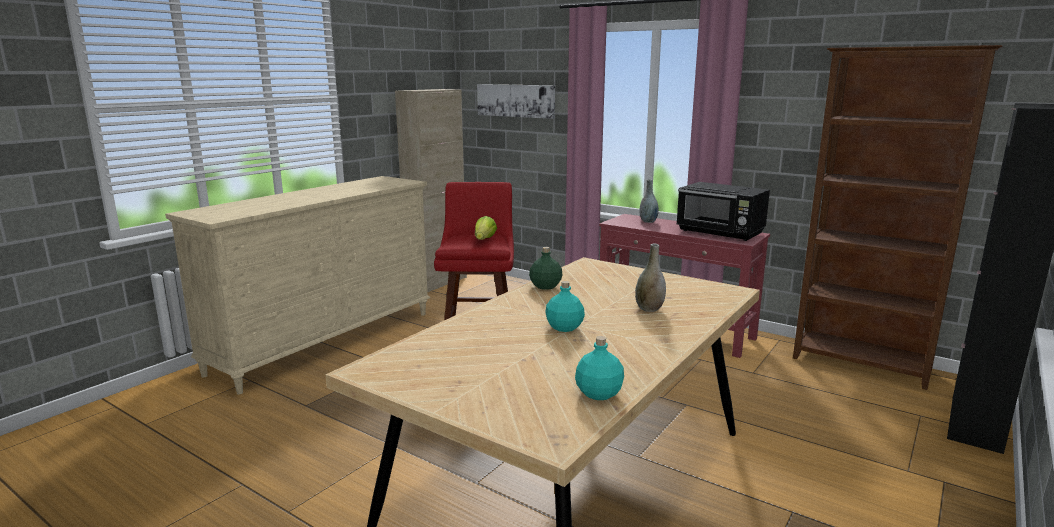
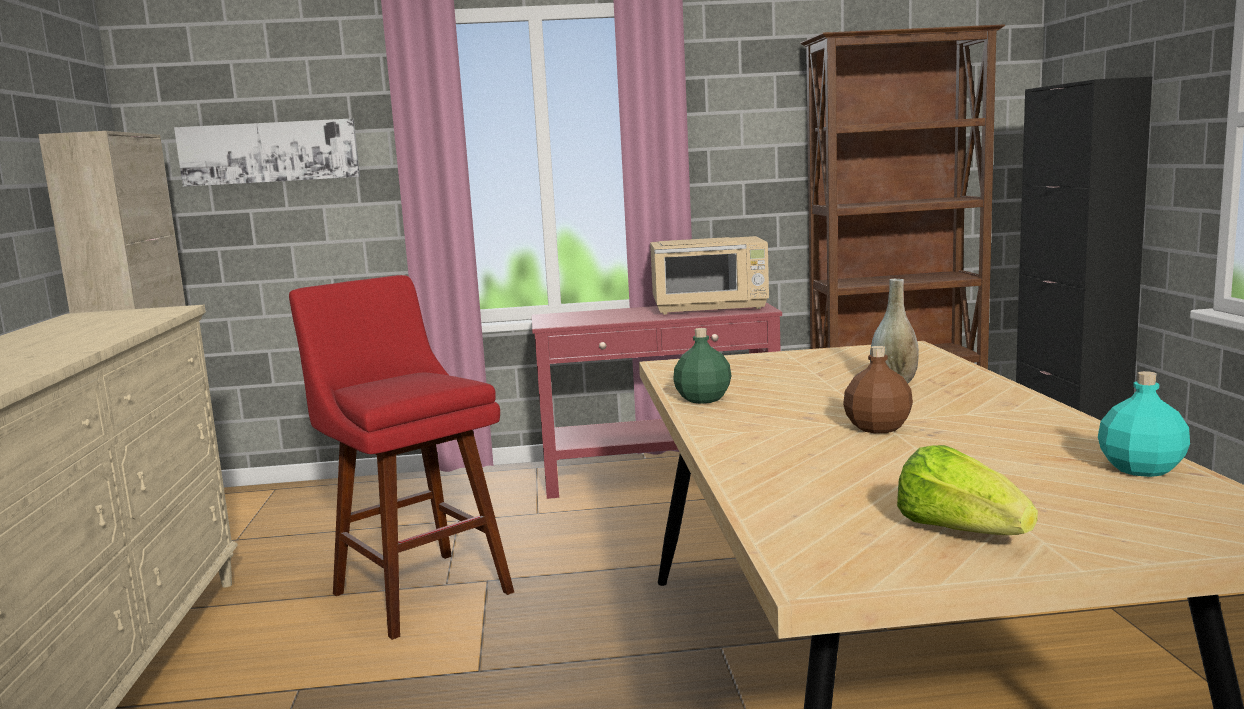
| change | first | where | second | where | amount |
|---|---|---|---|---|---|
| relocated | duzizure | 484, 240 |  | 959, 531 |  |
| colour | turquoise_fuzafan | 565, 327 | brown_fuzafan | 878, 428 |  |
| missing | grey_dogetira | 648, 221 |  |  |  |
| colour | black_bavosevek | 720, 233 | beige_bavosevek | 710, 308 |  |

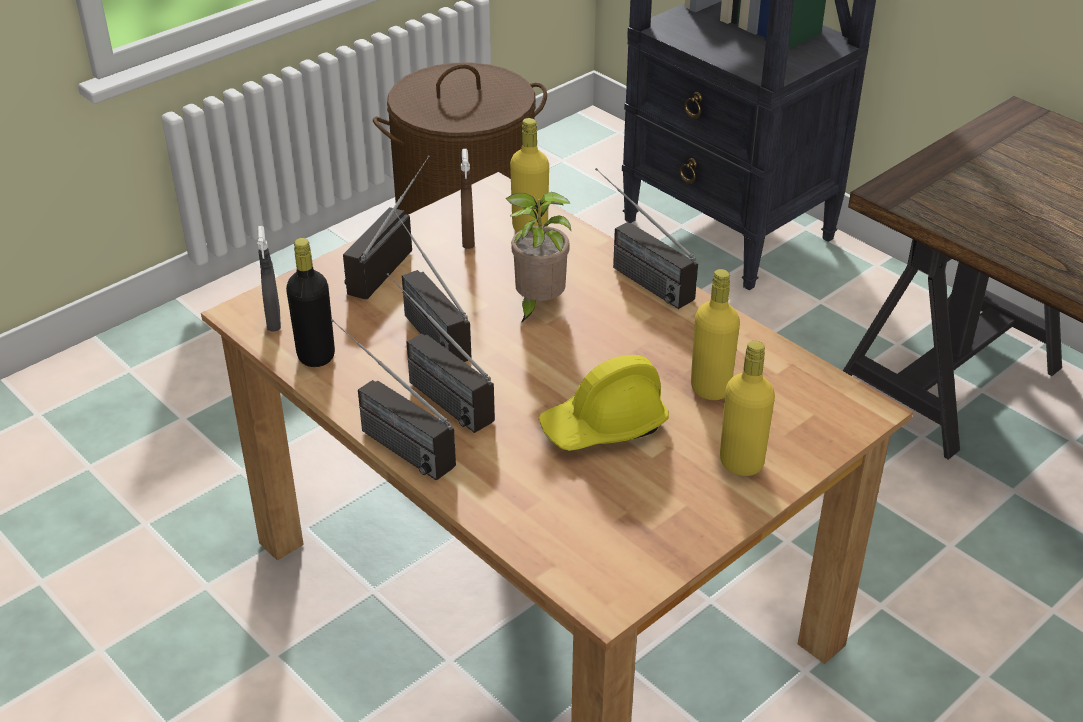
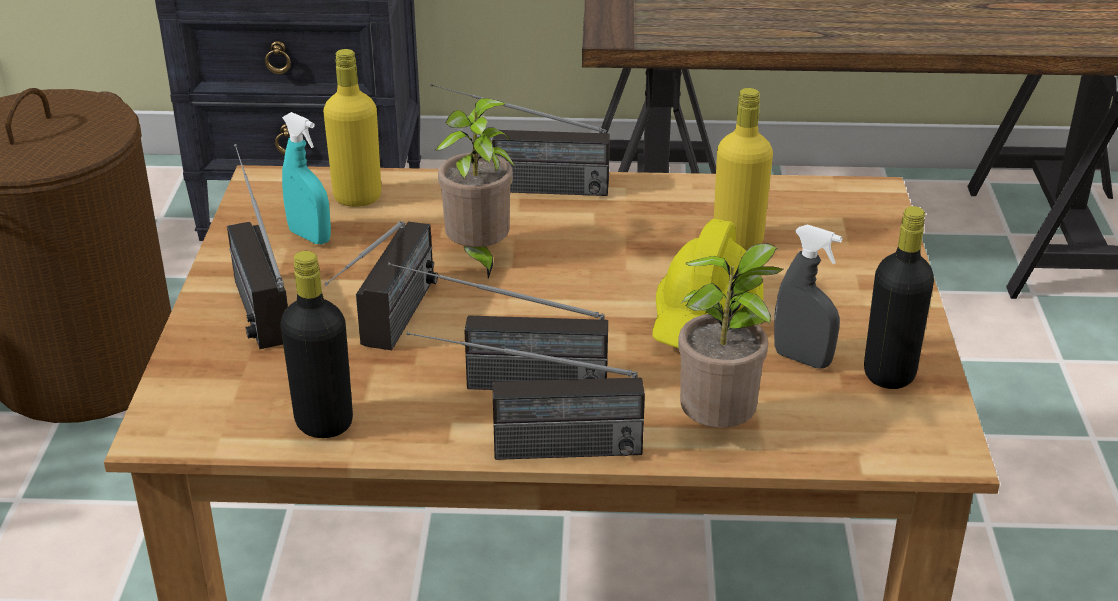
| change | first | where | second | where | amount |
|---|---|---|---|---|---|
| relocated | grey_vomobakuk | 274, 321 |  | 802, 359 |  |
| spun | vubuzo | 422, 324 |  | 390, 332 | 90 degrees counterclockwise |
| colour | brown_vomobakuk | 468, 240 | turquoise_vomobakuk | 310, 236 |  |
| missing | yellow_fuzafan | 741, 463 |  |  |  |
| appeared |  |  | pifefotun | 721, 428 |  |
| appeared |  |  | black_fuzafan | 889, 374 |  |

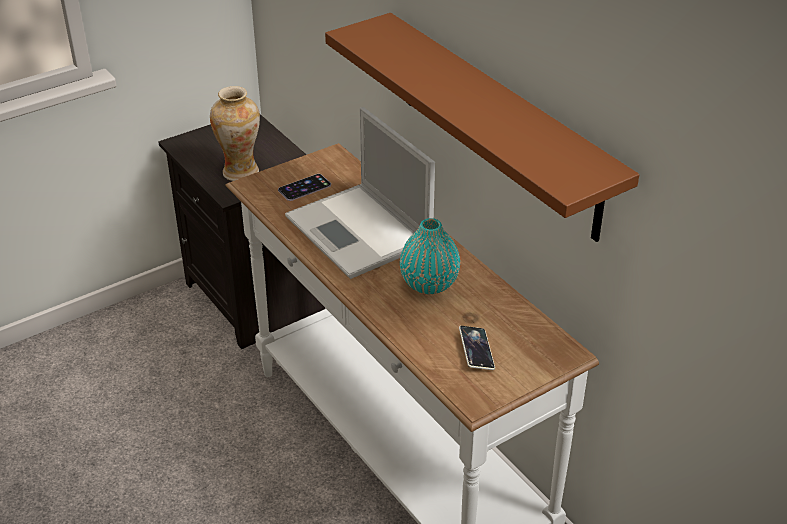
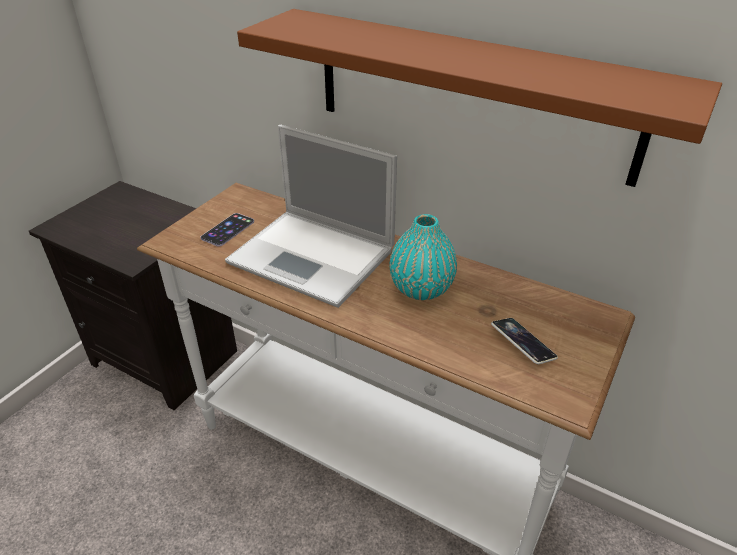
| change | first | where | second | where | amount |
|---|---|---|---|---|---|
| missing | dogetira | 240, 172 |  |  |  |

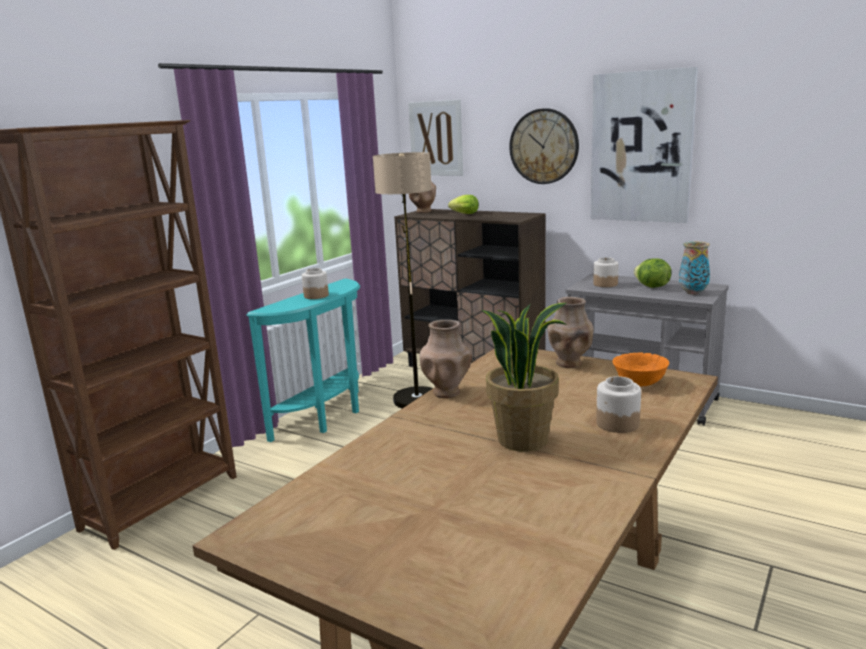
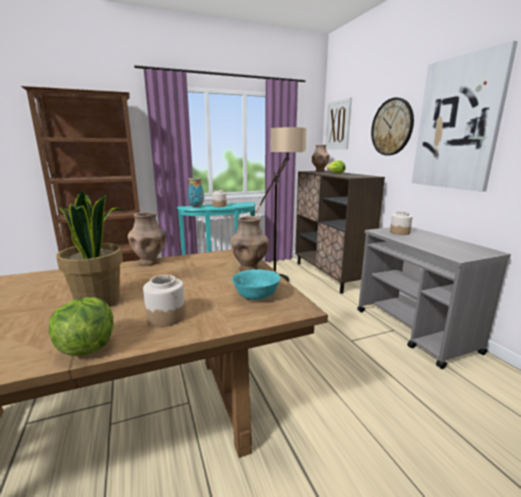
| change | first | where | second | where | amount |
|---|---|---|---|---|---|
| colour | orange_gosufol | 639, 383 | turquoise_gosufol | 255, 296 |  |
| relocated | duzizure | 651, 287 |  | 87, 347 |  |
| relocated | dogetira | 693, 293 |  | 196, 207 |  |

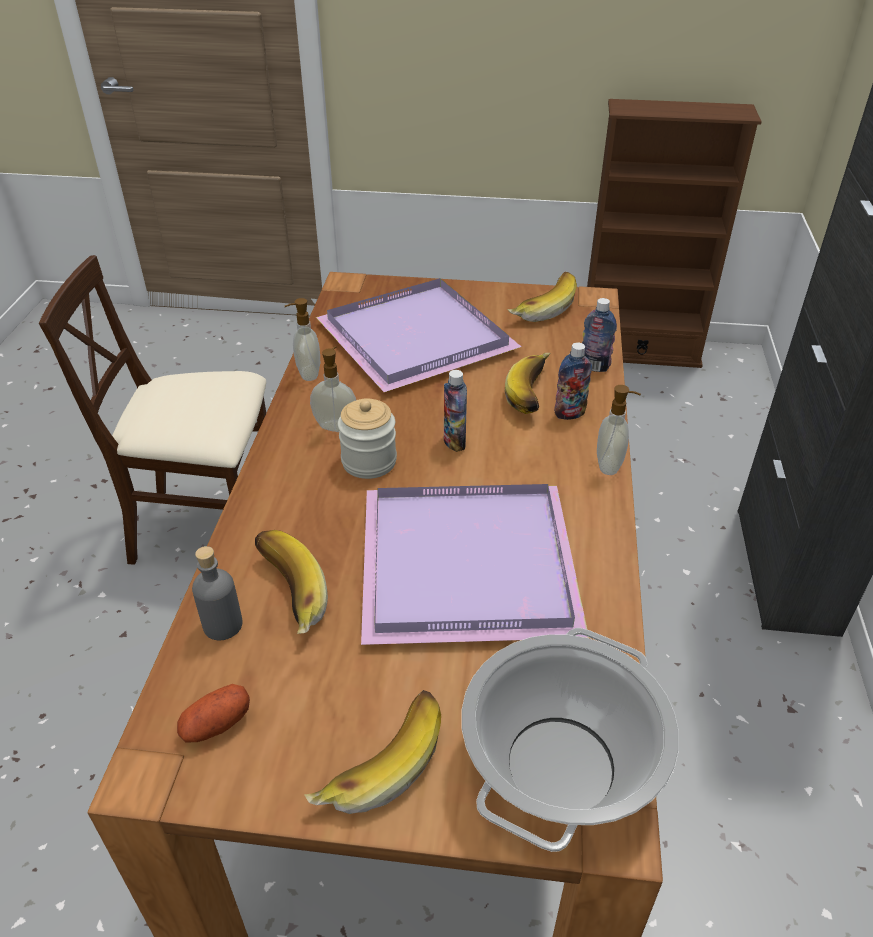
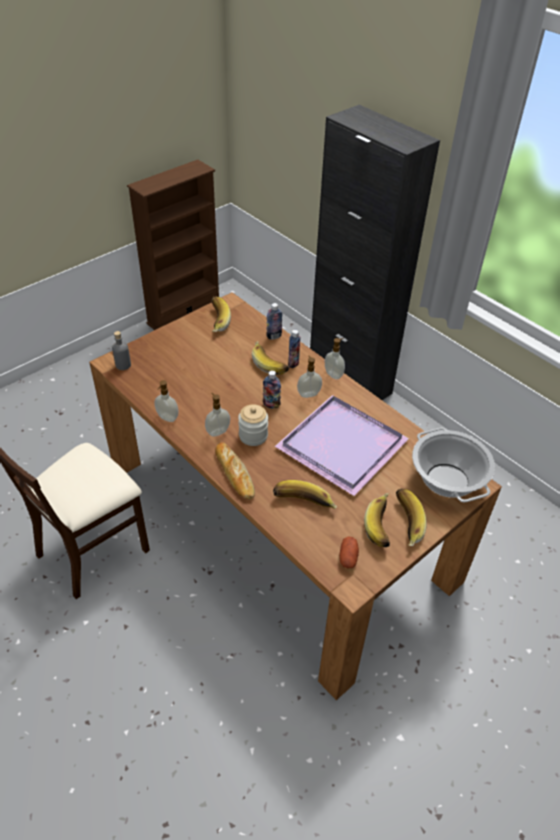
| change | first | where | second | where | amount |
|---|---|---|---|---|---|
| relocated | grey_fuzafan | 223, 625 |  | 123, 365 |  |
| missing | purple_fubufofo | 412, 337 |  |  |  |
| appeared |  |  | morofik | 234, 473 |  |
| appeared |  |  | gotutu | 308, 394 |  |
| appeared |  |  | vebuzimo | 383, 526 |  |

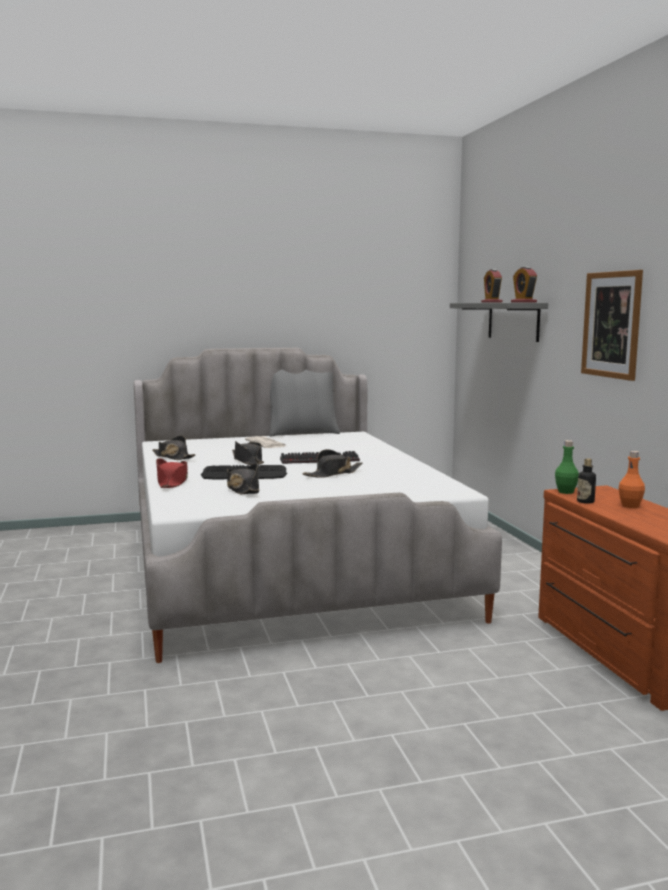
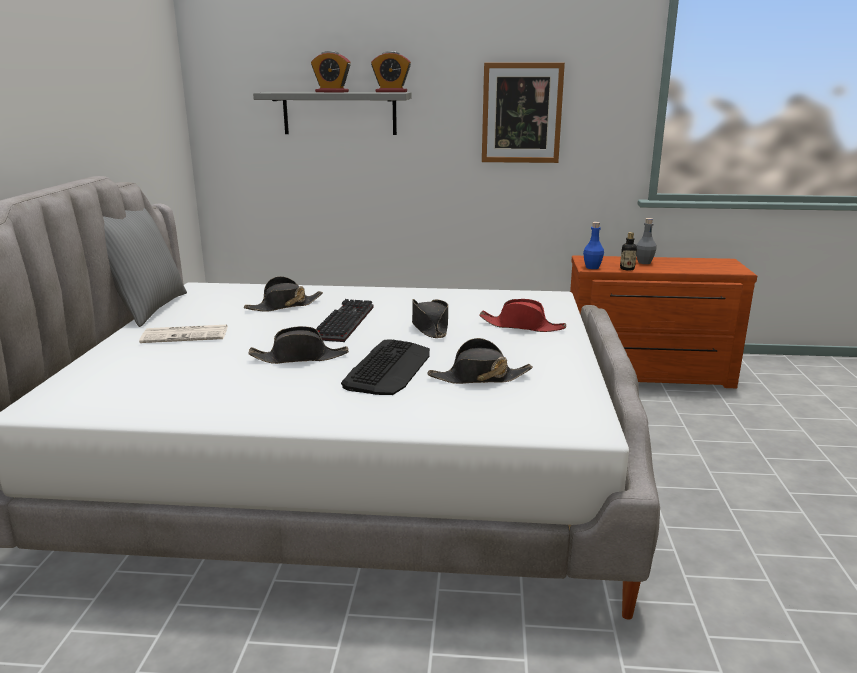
| change | first | where | second | where | amount |
|---|---|---|---|---|---|
| relocated | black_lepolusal | 173, 457 |  | 284, 306 |  |
| relocated | red_lepolusal | 172, 482 |  | 522, 326 |  |
| colour | green_fuzafan | 565, 492 | blue_fuzafan | 592, 267 |  |
| colour | orange_fuzafan | 630, 506 | grey_fuzafan | 644, 262 |  |

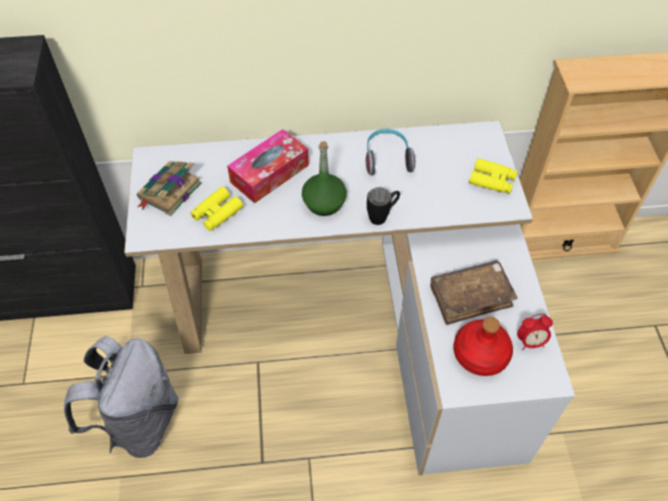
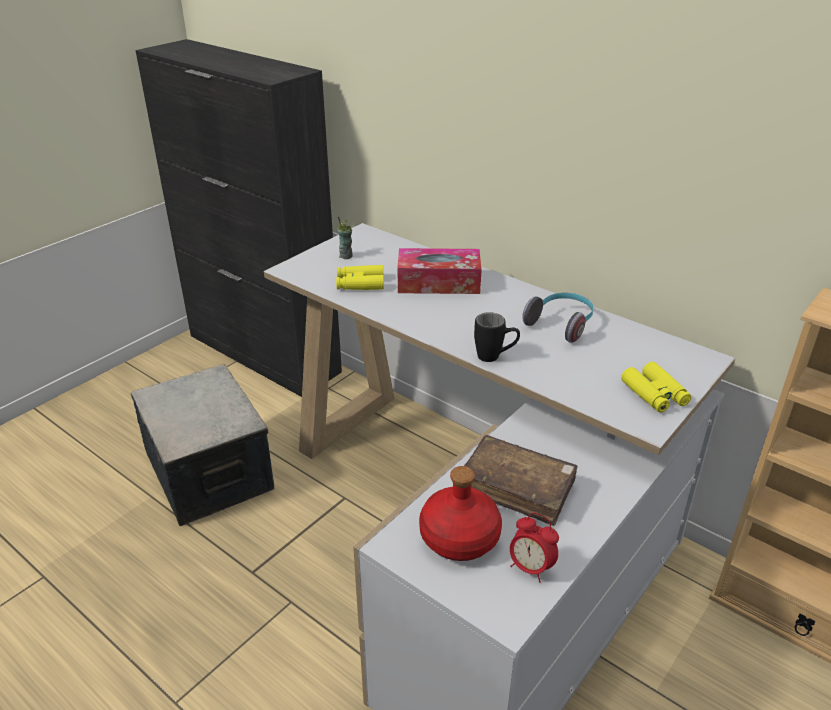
| change | first | where | second | where | amount |
|---|---|---|---|---|---|
| exchanged | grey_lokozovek | 139, 422 | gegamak | 210, 471 |  |
| exchanged | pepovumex | 169, 192 | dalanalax | 346, 256 |  |
| missing | green_fuzafan | 324, 203 |  |  |  |

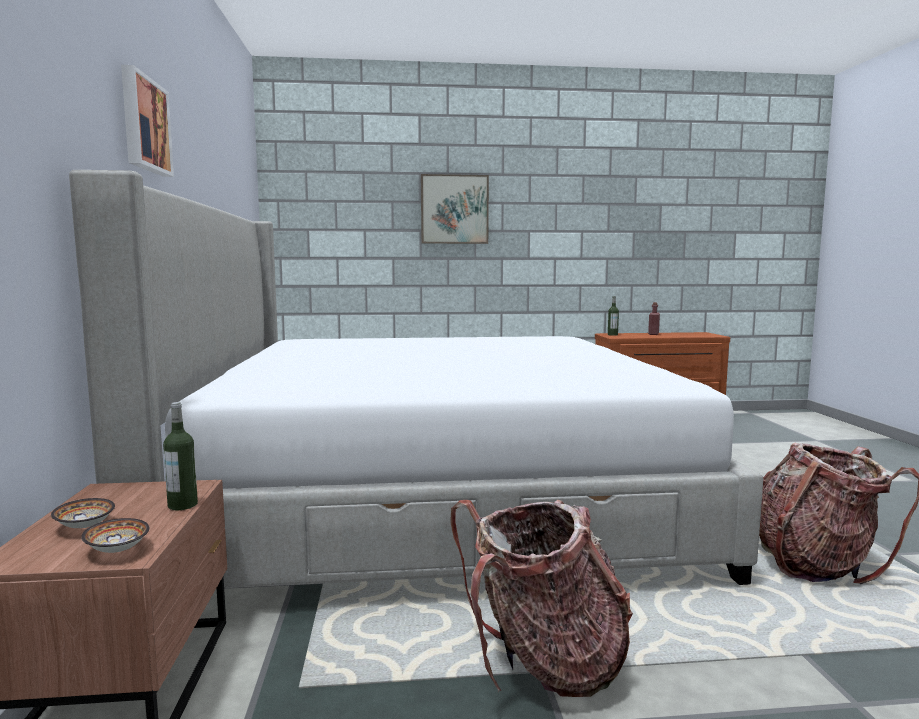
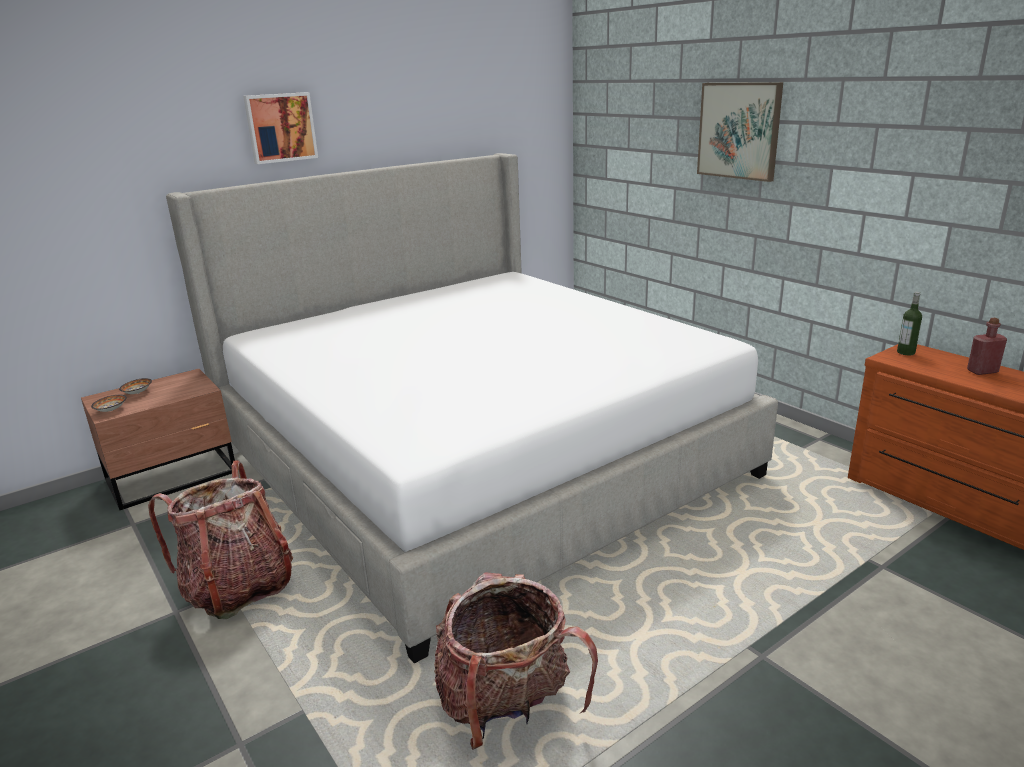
| change | first | where | second | where | amount |
|---|---|---|---|---|---|
| missing | fuzafan | 182, 505 |  |  |  |

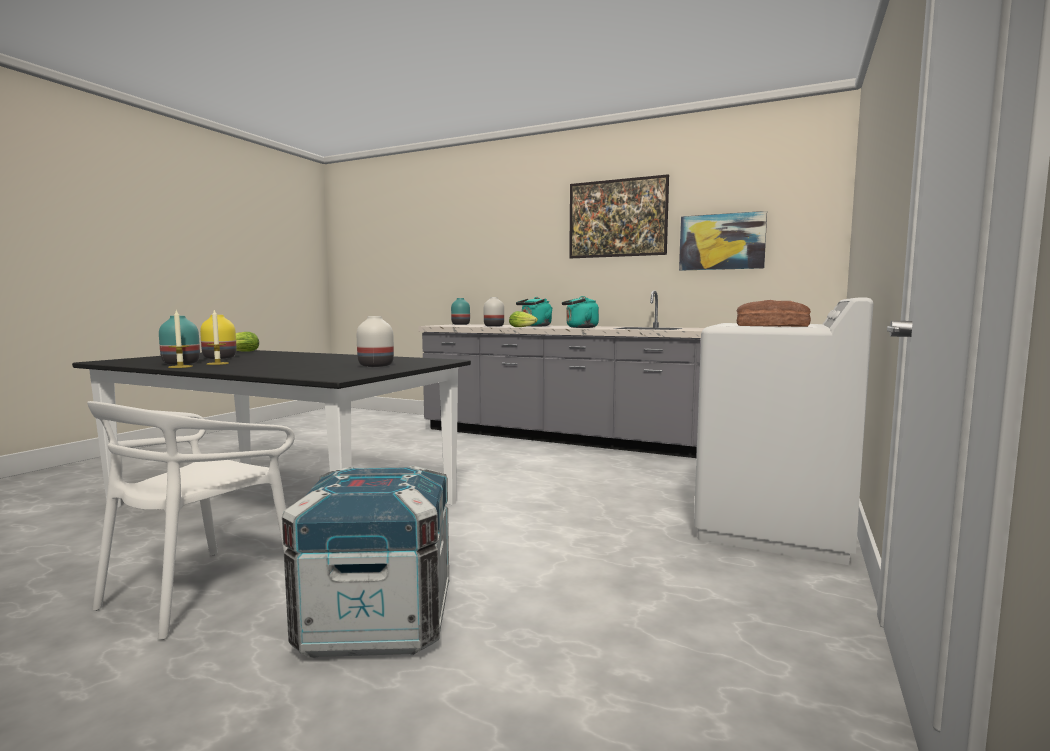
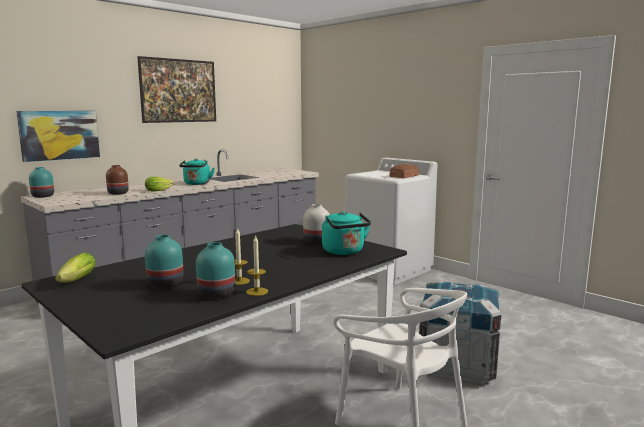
| change | first | where | second | where | amount |
|---|---|---|---|---|---|
| colour | yellow_dogetira | 220, 358 | turquoise_dogetira | 165, 284 |  |
| colour | white_dogetira | 494, 326 | brown_dogetira | 118, 193 |  |
| relocated | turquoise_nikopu | 535, 326 |  | 344, 252 |  |
| relocated | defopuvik | 721, 242 |  | 59, 135 |  |

